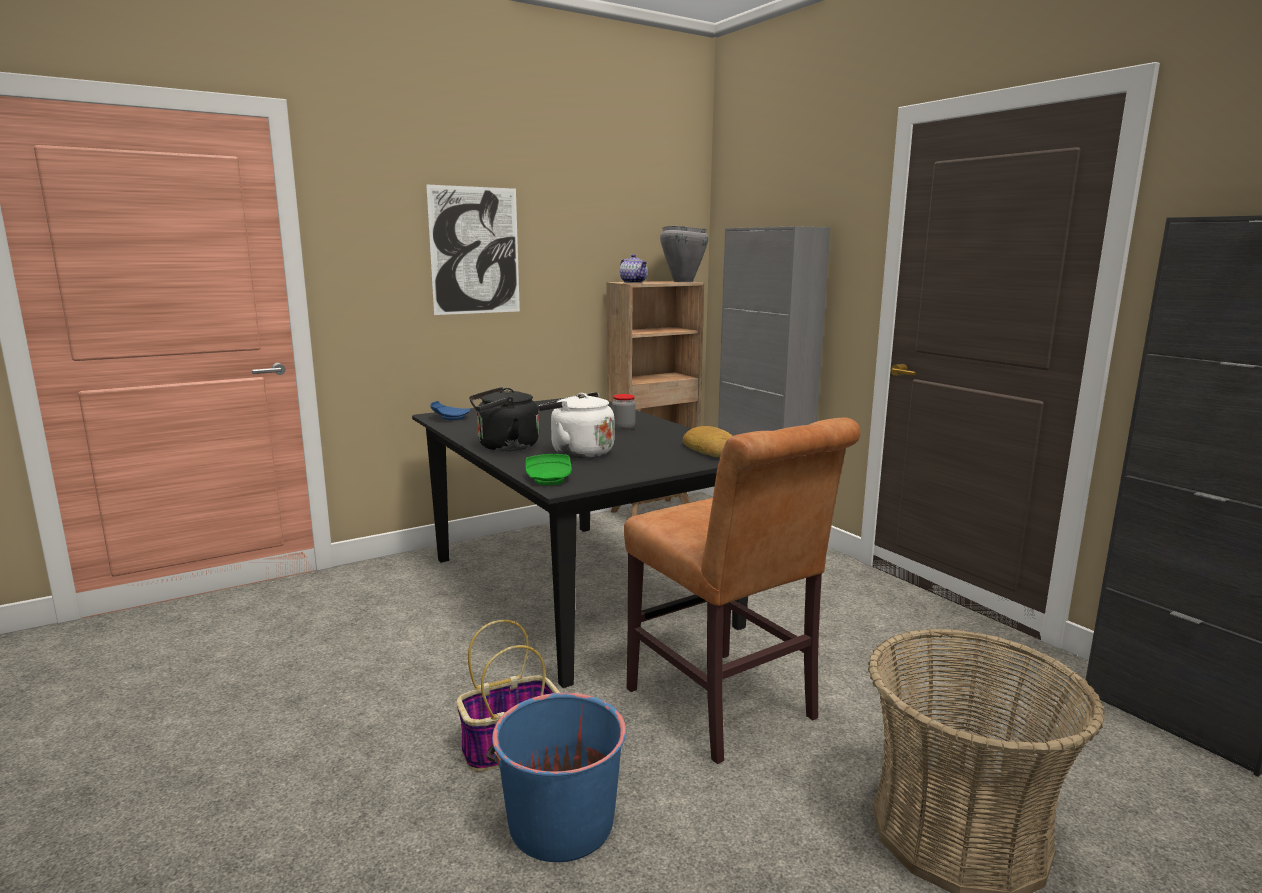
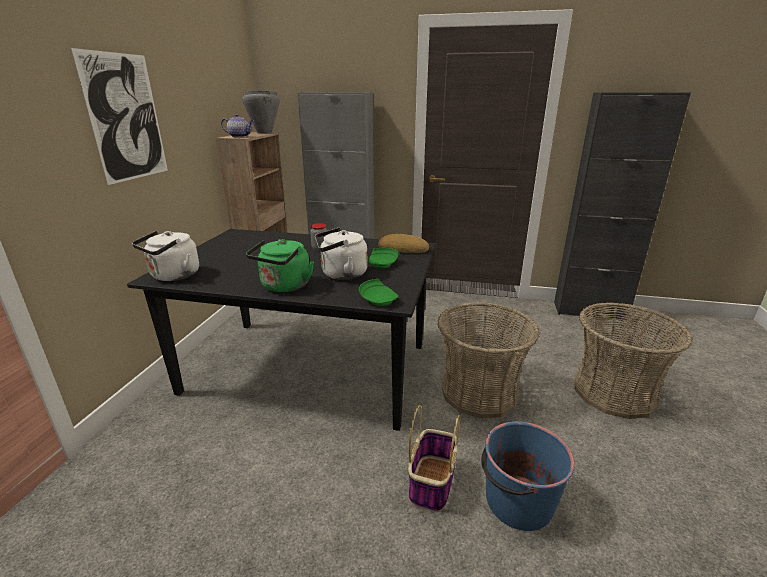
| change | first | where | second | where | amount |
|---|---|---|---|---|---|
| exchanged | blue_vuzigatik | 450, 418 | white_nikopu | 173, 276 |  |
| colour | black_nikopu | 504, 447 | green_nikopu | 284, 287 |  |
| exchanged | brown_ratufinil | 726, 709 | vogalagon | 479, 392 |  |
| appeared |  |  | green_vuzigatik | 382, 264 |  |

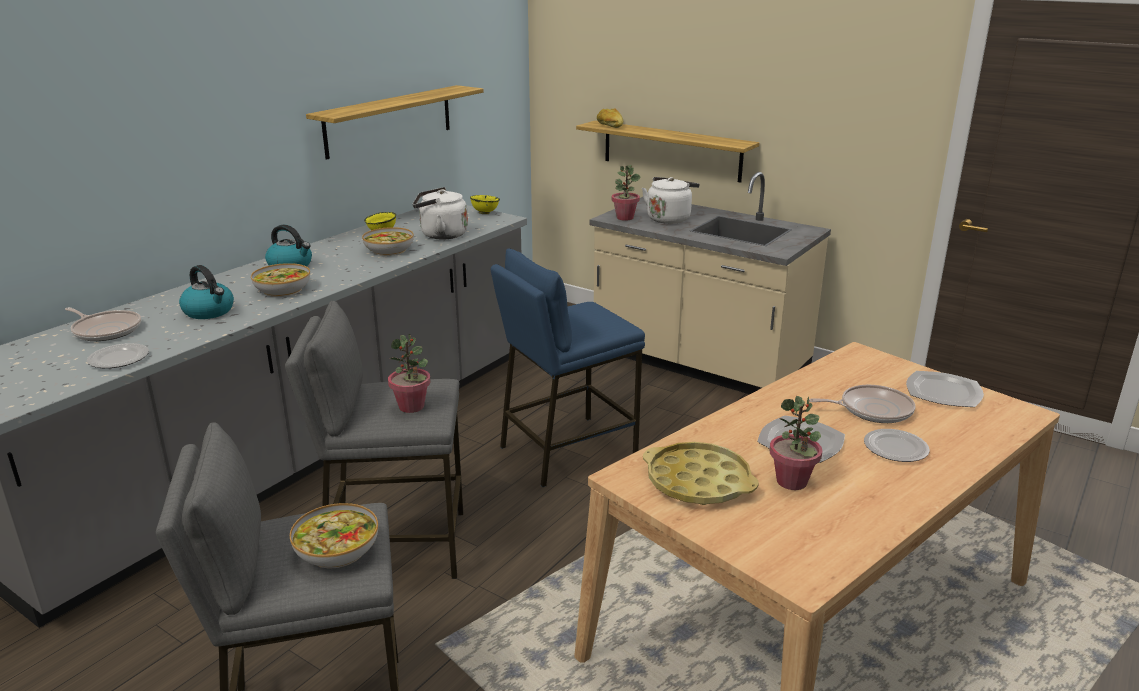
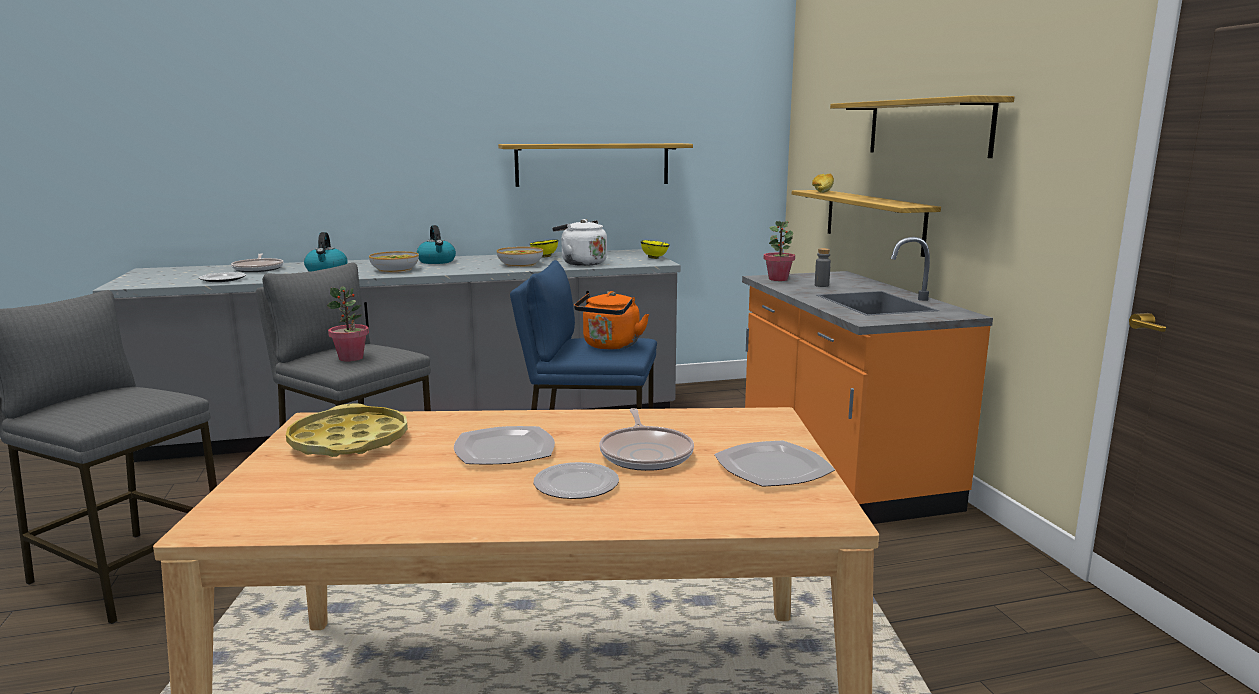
| change | first | where | second | where | amount |
|---|---|---|---|---|---|
| missing | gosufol | 337, 550 |  |  |  |
| colour | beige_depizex | 698, 364 | orange_depizex | 839, 467 |  |
| exchanged | white_nikopu | 669, 218 | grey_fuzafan | 821, 285 |  |
| missing | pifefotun | 792, 481 |  |  |  |
| spun | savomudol | 872, 409 |  | 646, 453 | 45 degrees clockwise |
| appeared |  |  | orange_nikopu | 610, 346 |  |
| appeared |  |  | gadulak | 927, 127 |  |

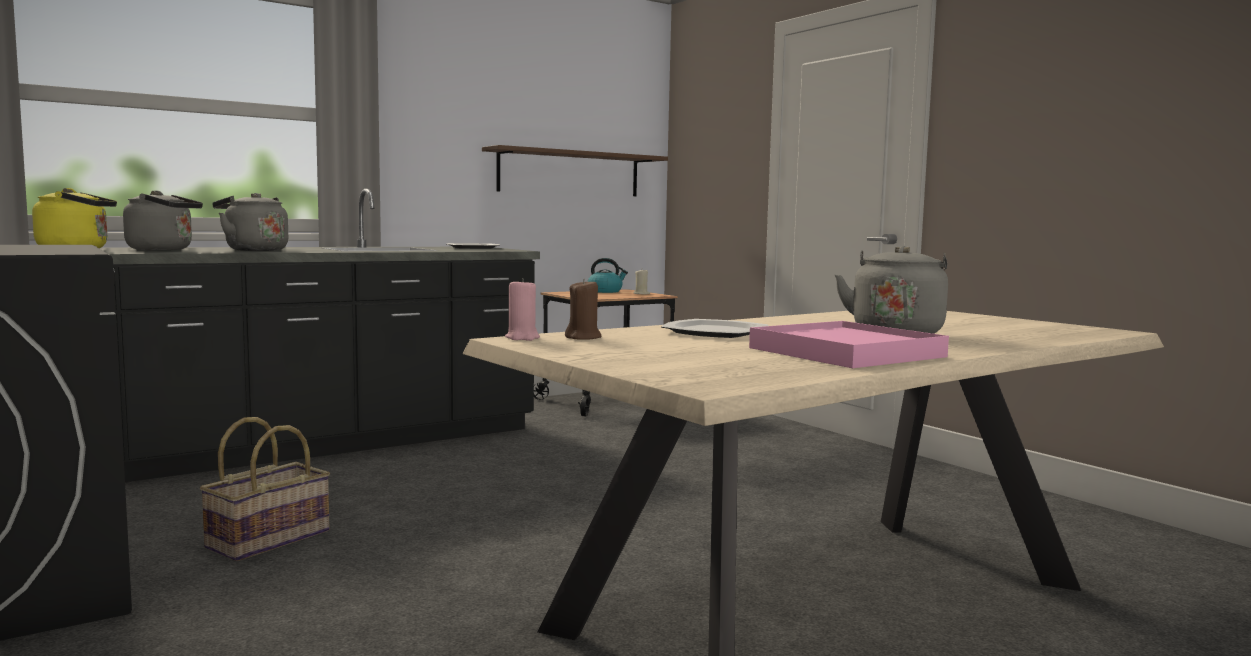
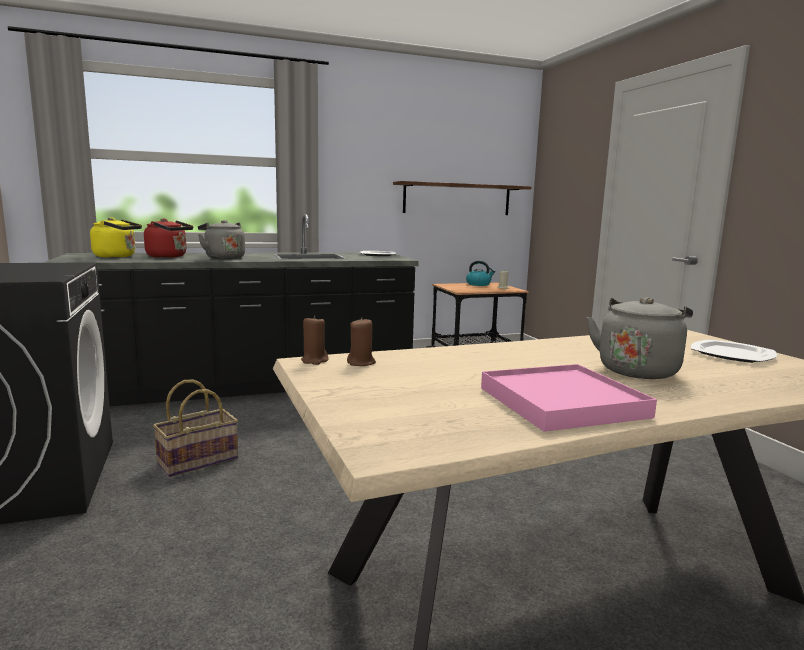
| change | first | where | second | where | amount |
|---|---|---|---|---|---|
| colour | grey_nikopu | 164, 249 | red_nikopu | 169, 256 |  |
| colour | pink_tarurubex | 522, 338 | brown_tarurubex | 314, 360 |  |
| relocated | vuzigatik | 714, 332 |  | 731, 354 |  |

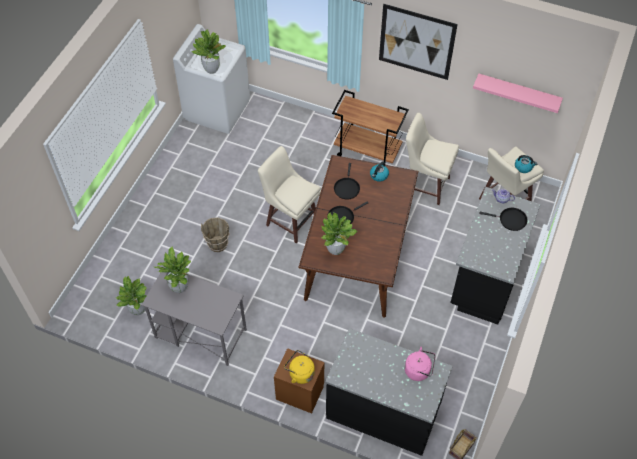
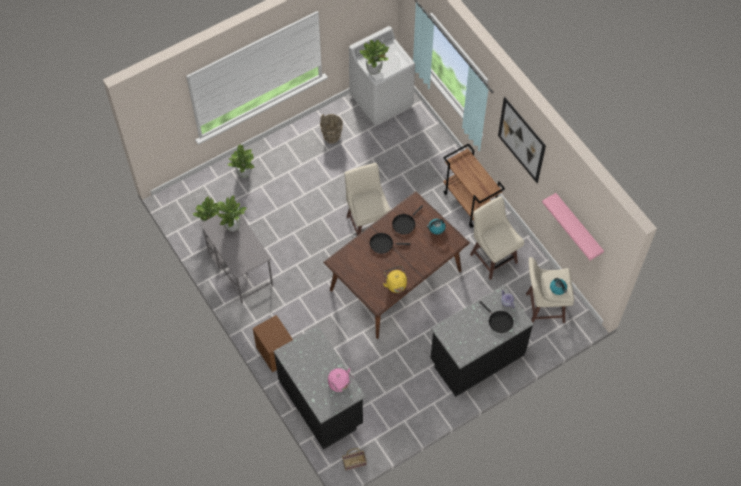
| change | first | where | second | where | amount |
|---|---|---|---|---|---|
| relocated | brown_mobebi | 218, 244 |  | 332, 137 |  |
| relocated | yellow_nikopu | 300, 373 |  | 395, 284 |  |
| relocated | pifefotun | 335, 249 |  | 244, 174 |  |

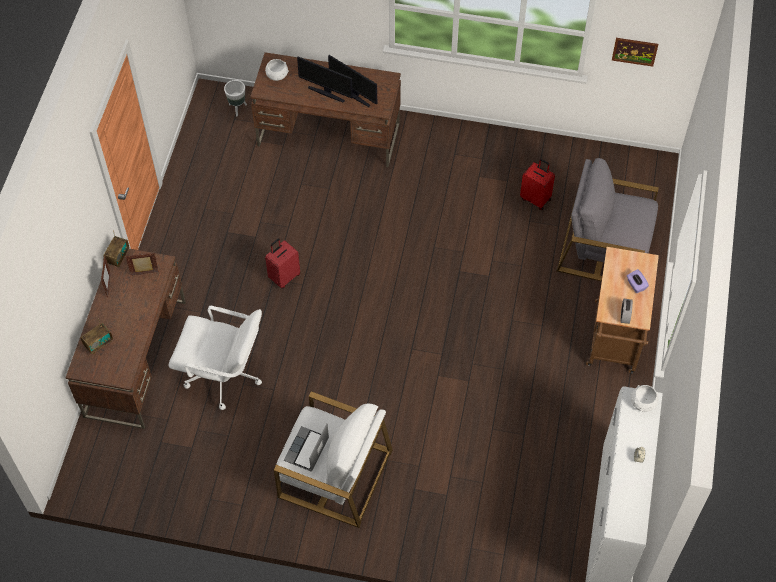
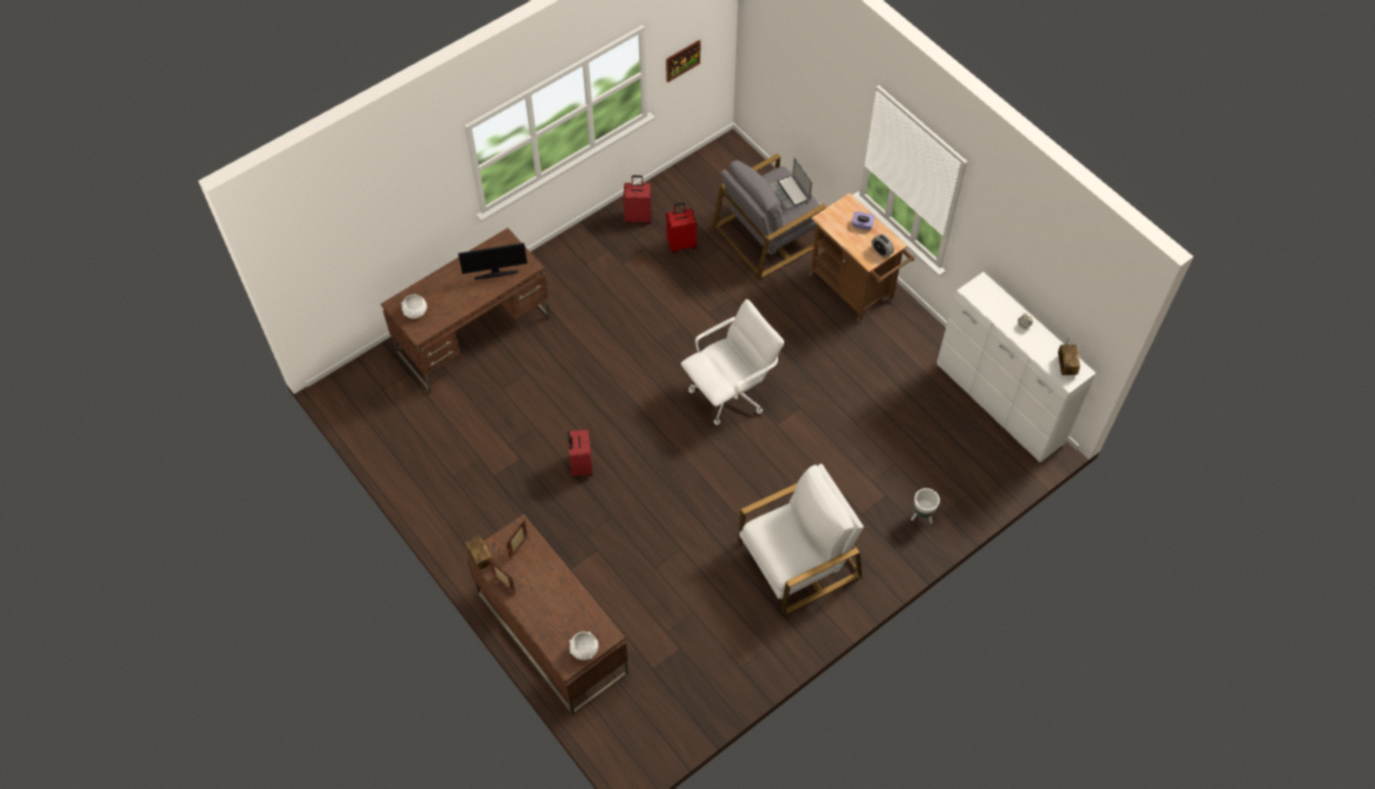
| change | first | where | second | where | amount |
|---|---|---|---|---|---|
| relocated | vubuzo | 98, 343 |  | 1066, 365 |  |
| relocated | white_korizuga | 224, 376 |  | 730, 393 |  |
| relocated | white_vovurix | 237, 108 |  | 922, 516 |  |
| relocated | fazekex | 307, 450 |  | 790, 193 |  |
| missing | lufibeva | 326, 93 |  |  |  |
| relocated | white_gosufol | 642, 403 |  | 584, 650 |  |
| appeared |  |  | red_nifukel | 638, 216 |  |

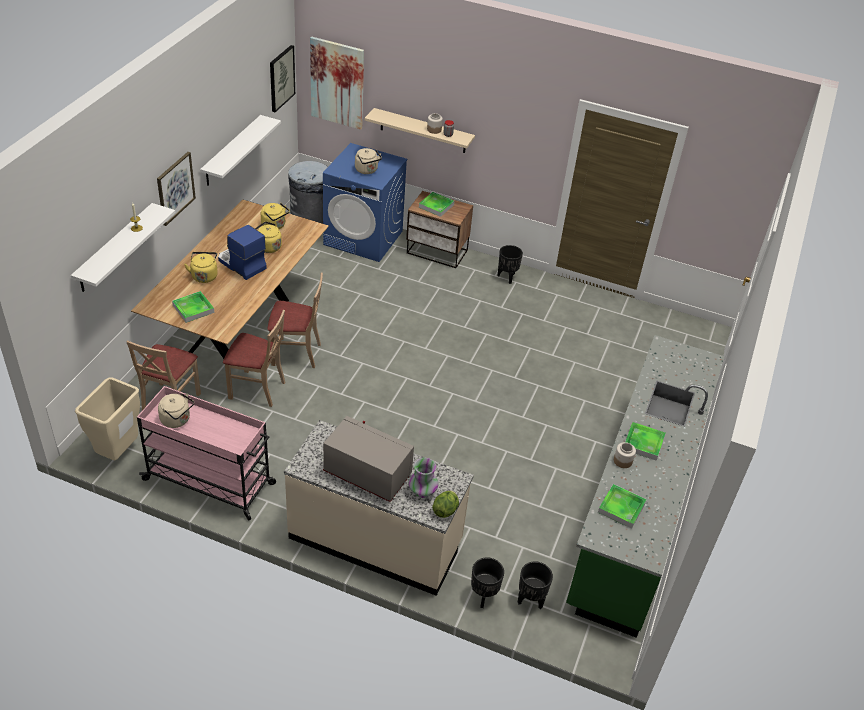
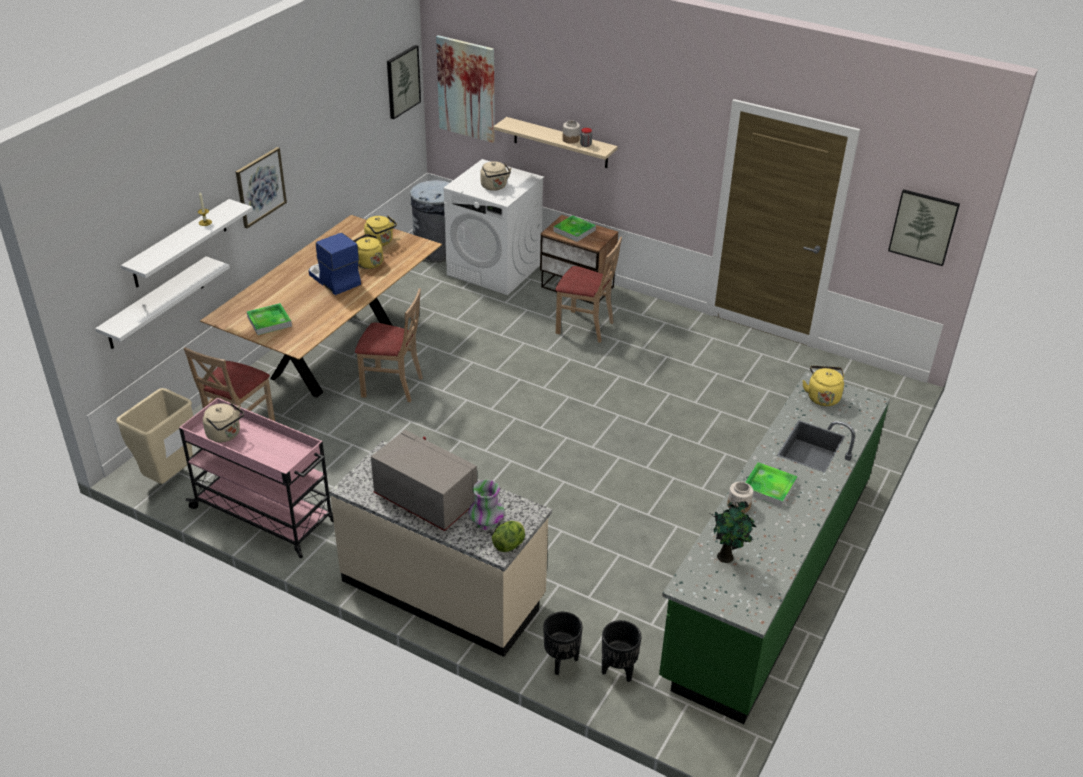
| change | first | where | second | where | amount |
|---|---|---|---|---|---|
| relocated | yellow_nikopu | 204, 275 |  | 822, 397 |  |
| relocated | white_gadulak | 232, 151 |  | 155, 303 |  |
| relocated | beige_ratufinil | 257, 389 |  | 585, 327 |  |
| colour | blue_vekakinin | 364, 238 | white_vekakinin | 494, 270 |  |
| missing | black_vovurix | 507, 277 |  |  |  |
| exchanged | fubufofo | 621, 508 | pifefotun | 727, 557 |  |
| appeared |  |  | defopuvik | 923, 227 |  |

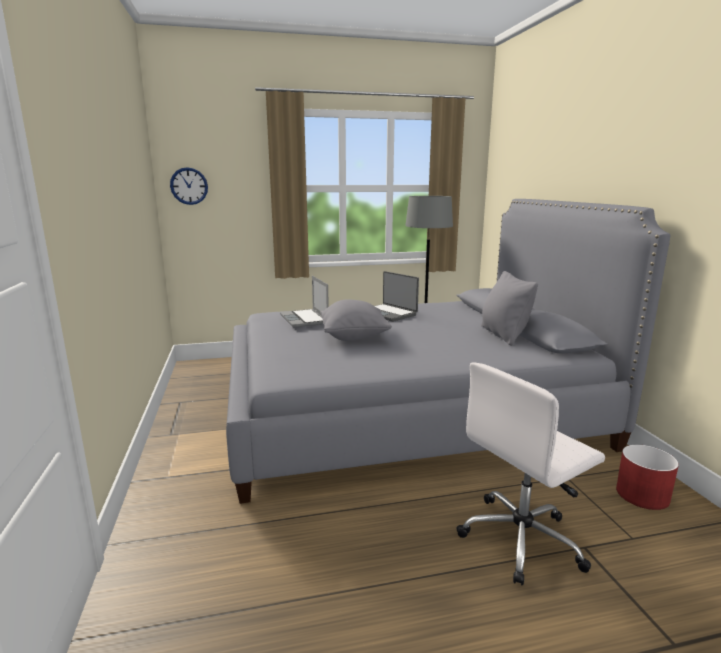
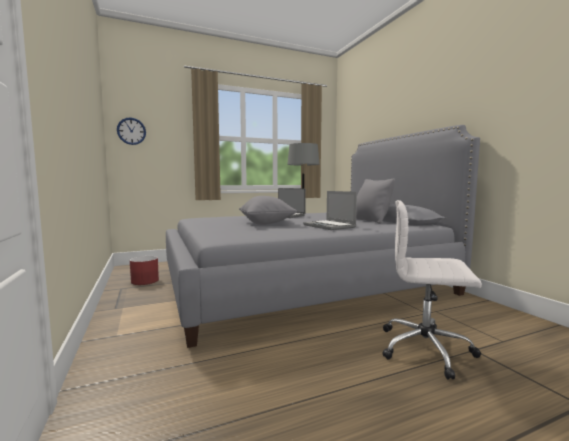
| change | first | where | second | where | amount |
|---|---|---|---|---|---|
| relocated | fazekex | 305, 319 |  | 330, 226 |  |
| spun | white_korizuga | 522, 539 |  | 426, 349 | 60 degrees clockwise |
| relocated | red_vovurix | 641, 494 |  | 145, 281 |  |

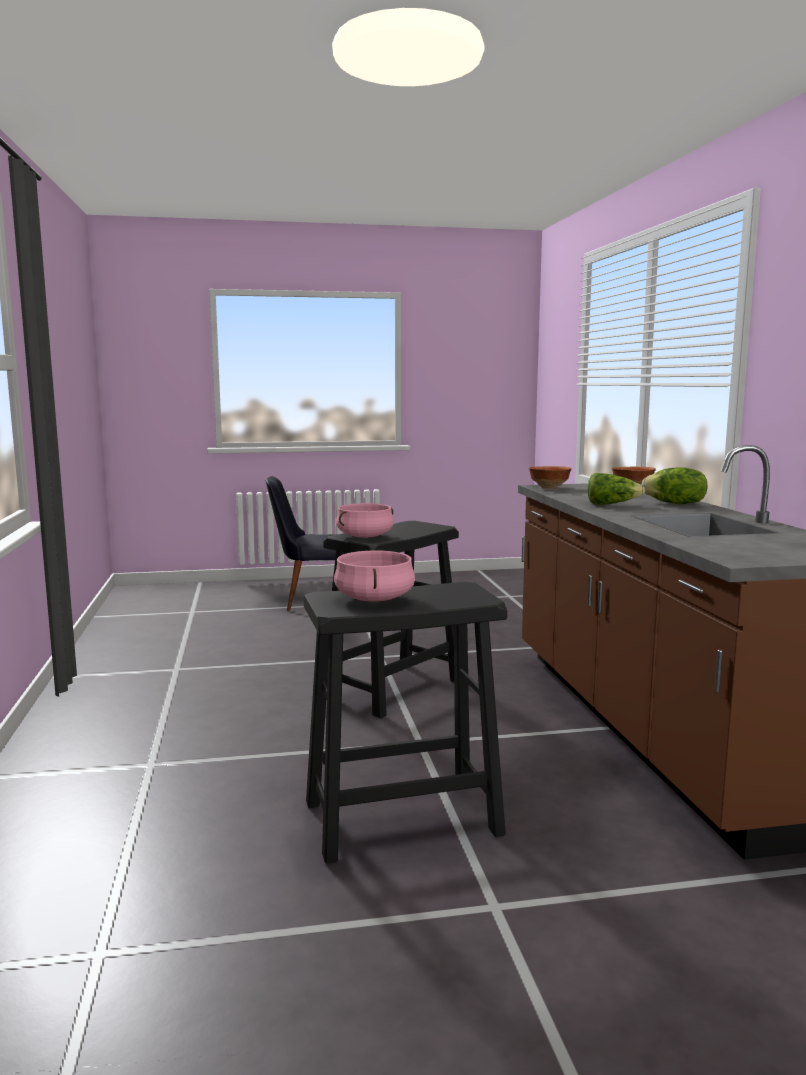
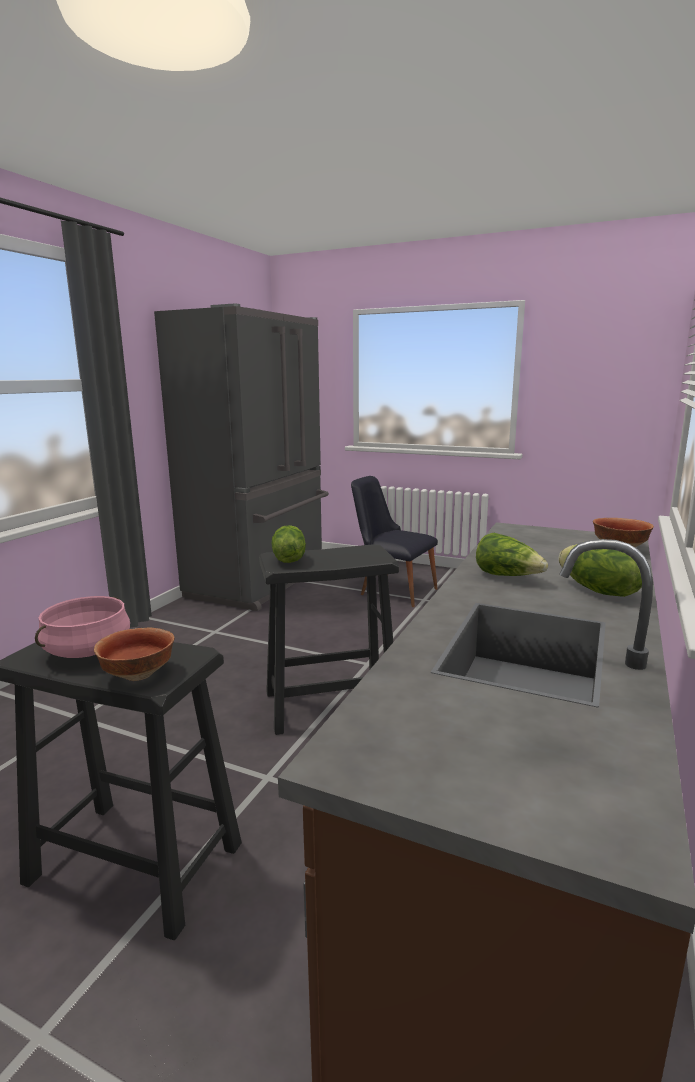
| change | first | where | second | where | amount |
|---|---|---|---|---|---|
| exchanged | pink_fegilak | 365, 536 | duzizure | 288, 559 |  |
| relocated | gosufol | 548, 487 |  | 137, 674 |  |
| appeared |  |  | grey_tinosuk | 261, 582 |  |

